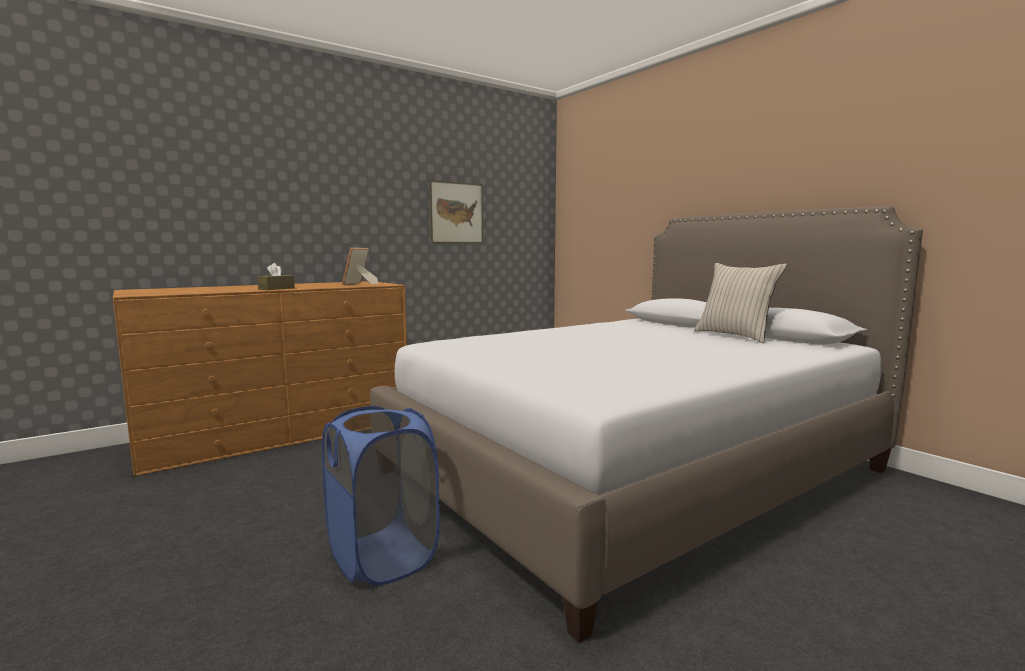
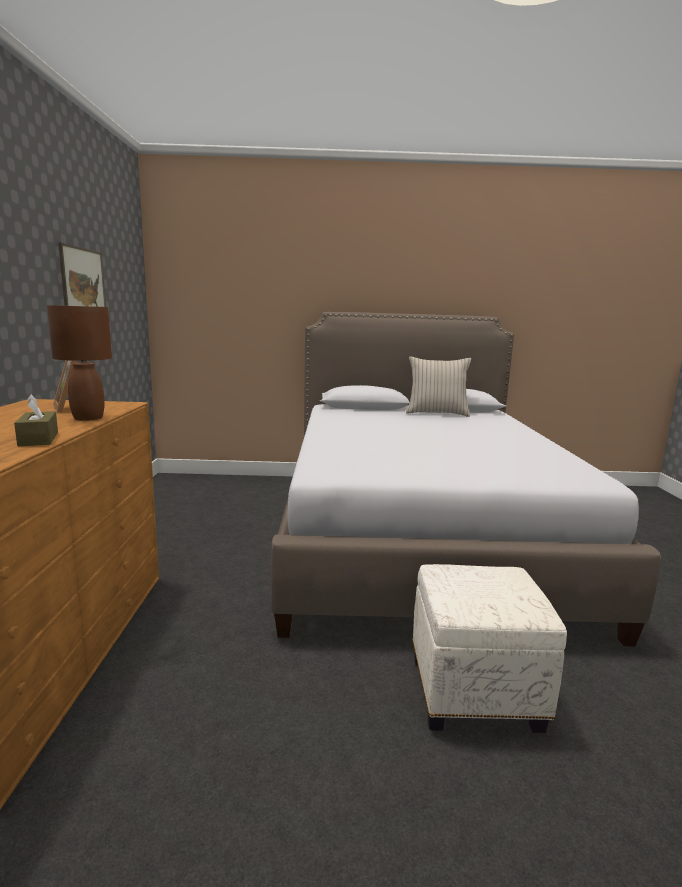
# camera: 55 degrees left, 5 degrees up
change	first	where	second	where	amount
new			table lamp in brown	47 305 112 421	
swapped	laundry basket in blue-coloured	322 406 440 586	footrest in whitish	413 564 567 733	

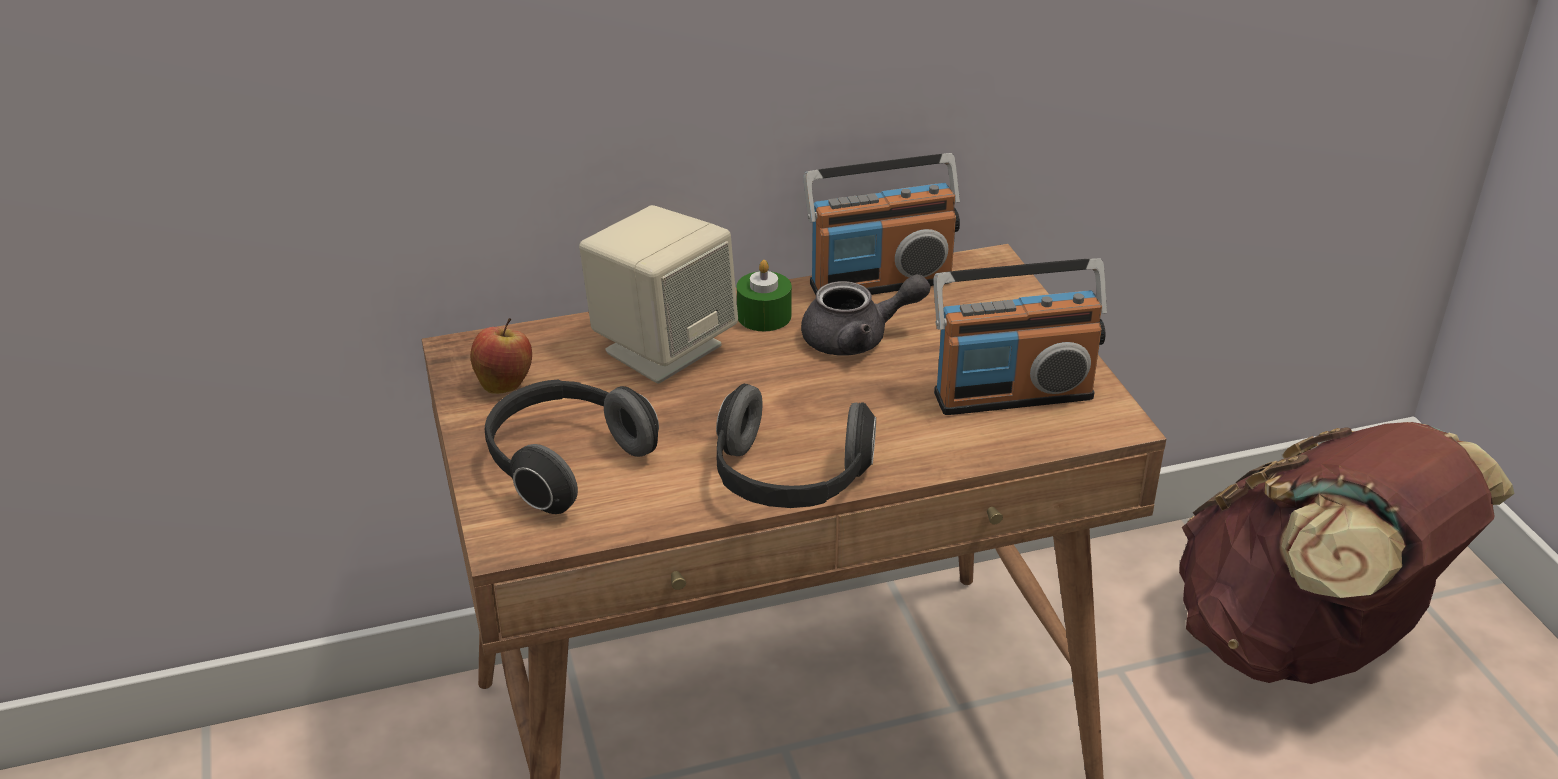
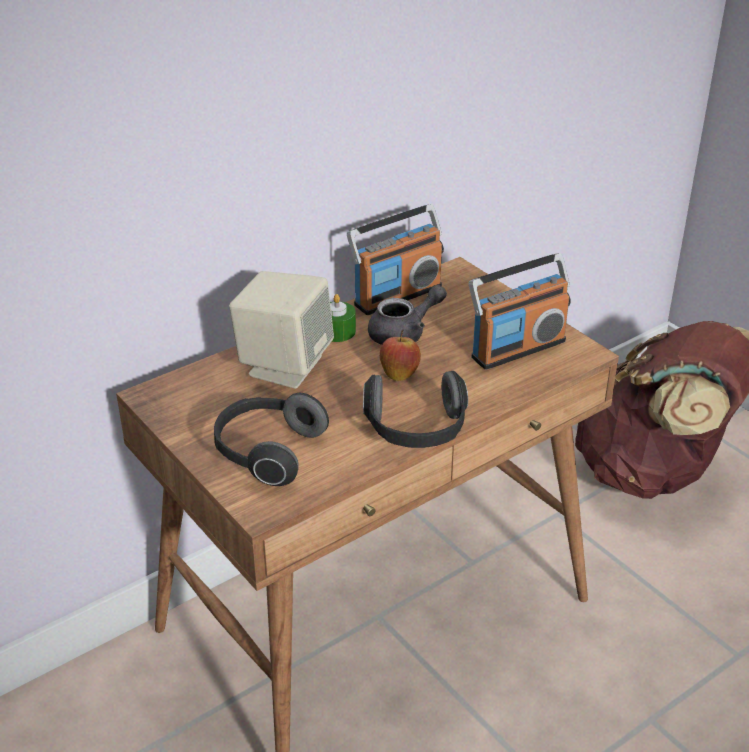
# camera: 20 degrees left, 0 degrees up
change	first	where	second	where	amount
shifted	apple	470 318 532 394		380 329 421 381	

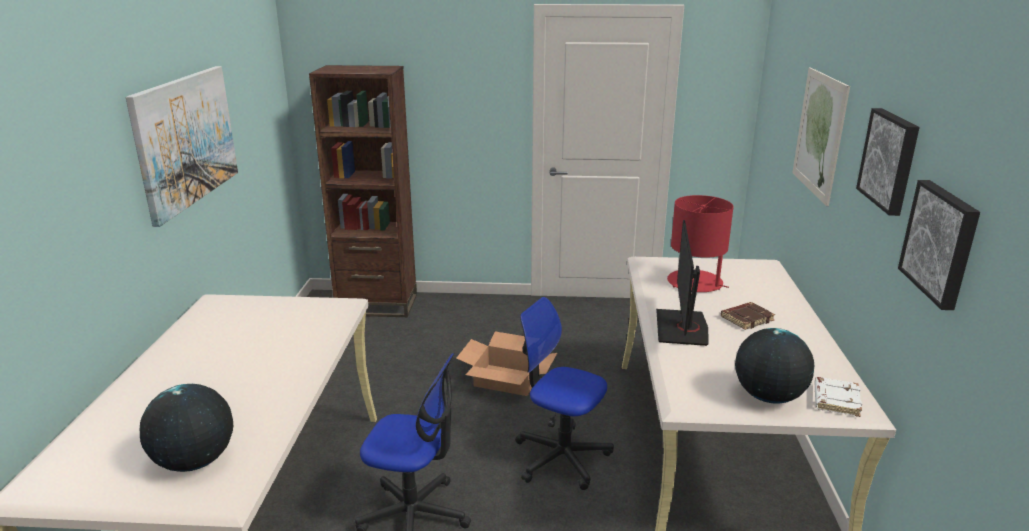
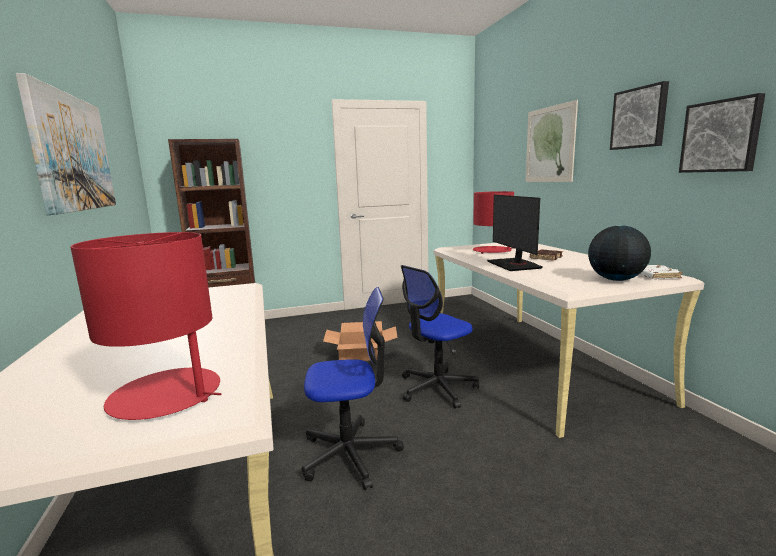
# camera: 20 degrees left, 10 degrees down
change	first	where	second	where	amount
swapped	world globe	140 384 233 472	table lamp in red	70 232 222 420	
rotated	desk chair	515 297 614 490		401 265 479 409	45 degrees counterclockwise

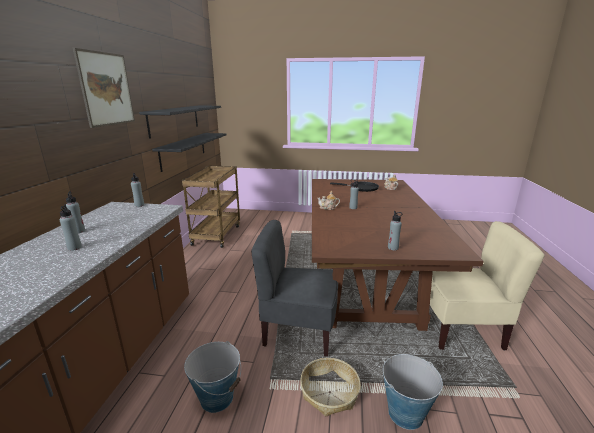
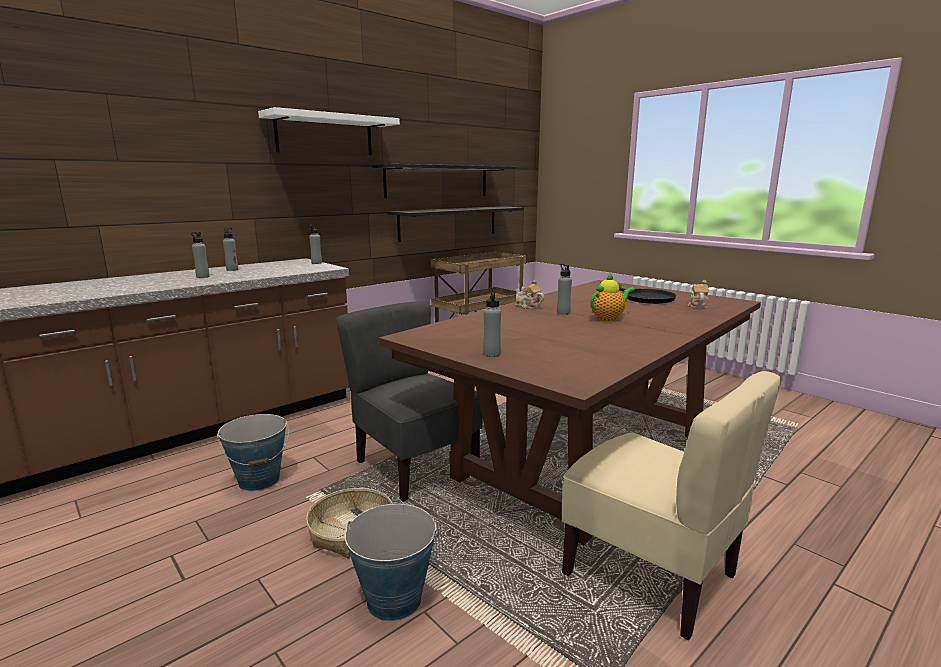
# camera: 40 degrees right, 5 degrees down
change	first	where	second	where	amount
swapped	picture	73 48 135 128	bracket shelf in whitish	258 107 400 155	
new			teapot	590 273 635 321	

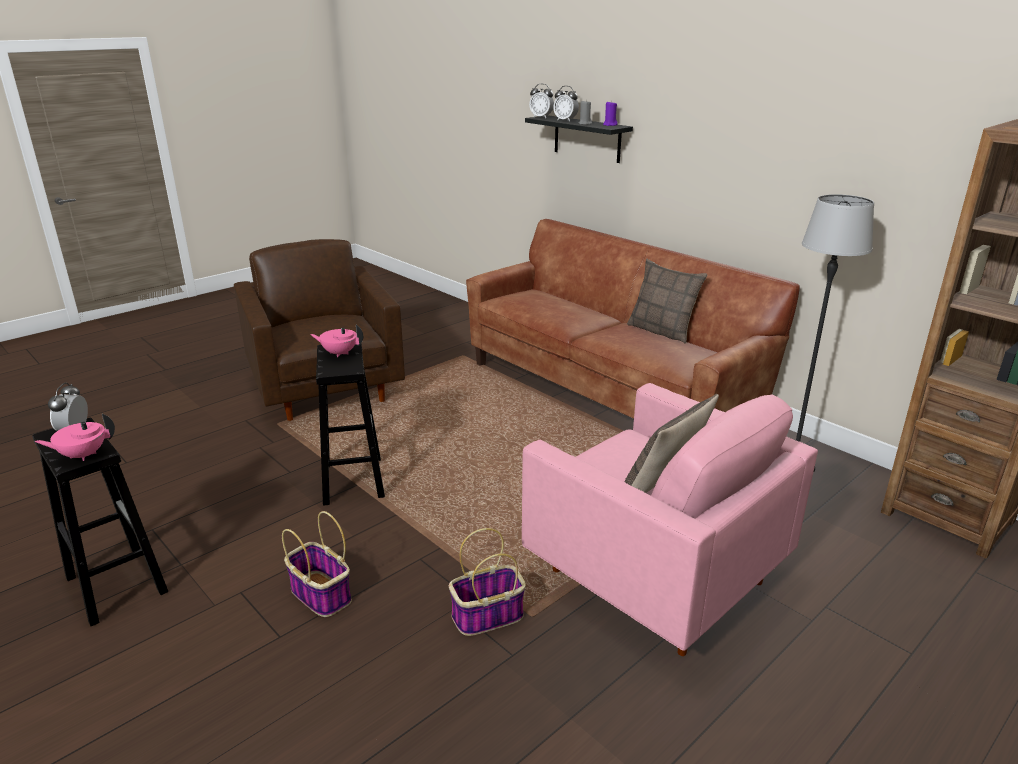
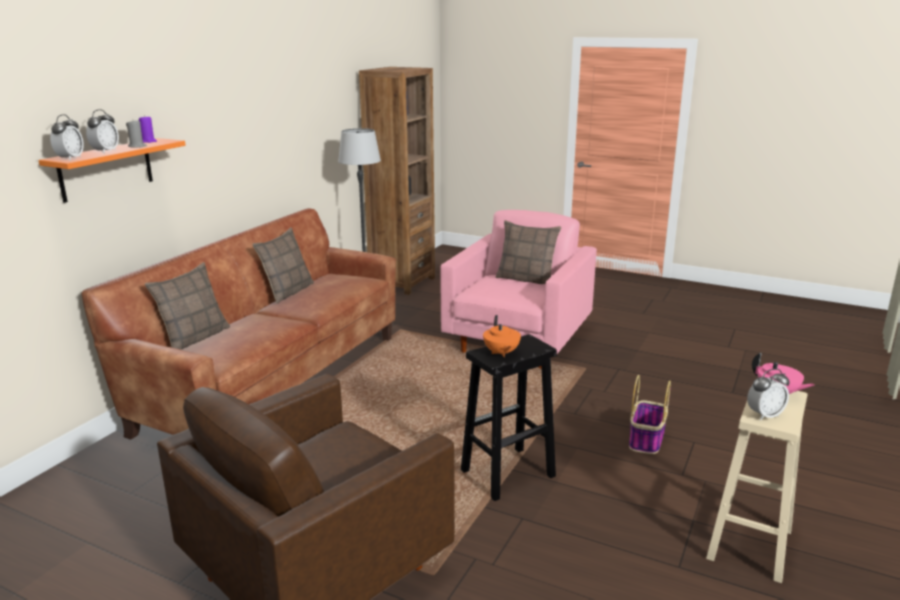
# camera: 110 degrees left, 5 degrees down
change	first	where	second	where	amount
repainted	bracket shelf in black-coloured	525 115 633 163	bracket shelf in orangey	38 138 186 203	
new			throw pillow	145 262 230 350	
repainted	teapot in pink-coloured	310 324 363 357	teapot in orangey	483 315 521 357	
repainted	stool seat in black-coloured	32 418 168 626	stool seat in beige-coloured	706 391 808 583	
gone	basket	449 528 526 636			

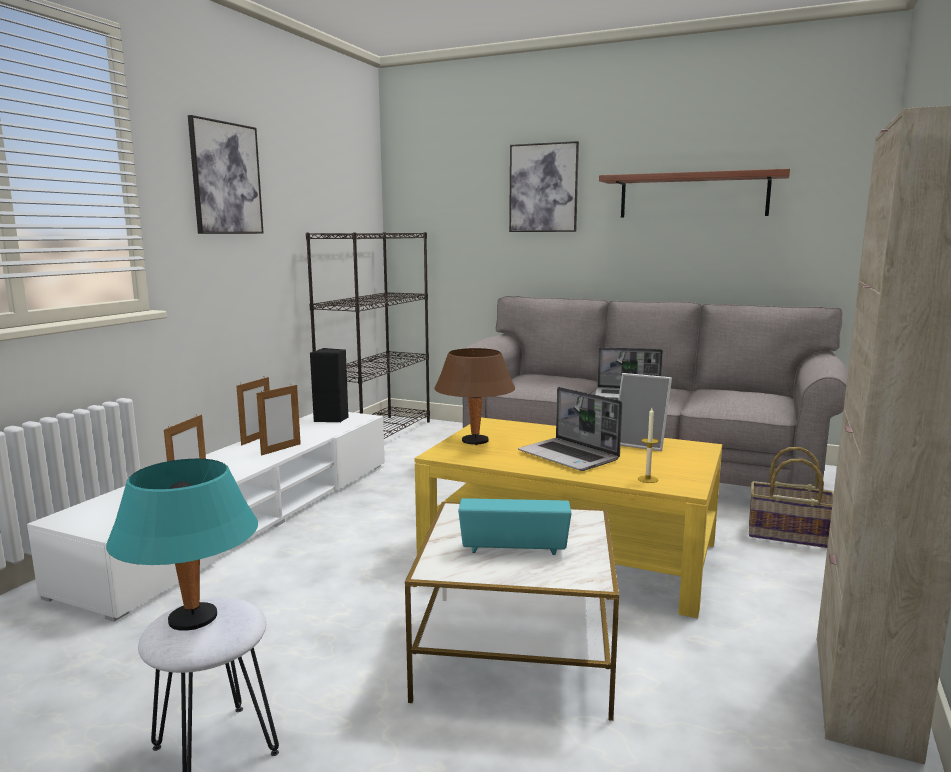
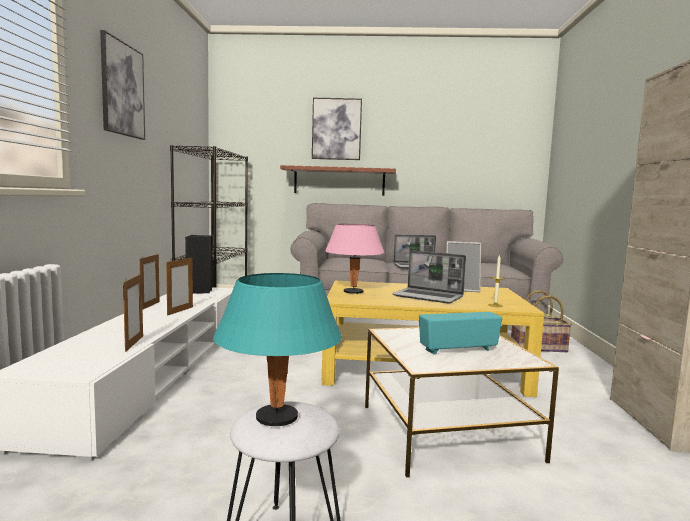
# camera: 20 degrees left, 5 degrees down
change	first	where	second	where	amount
shifted	bracket shelf	599 169 790 218		280 165 396 196	
repainted	table lamp in brown	434 348 515 445	table lamp in pink-coloured	325 224 385 294	

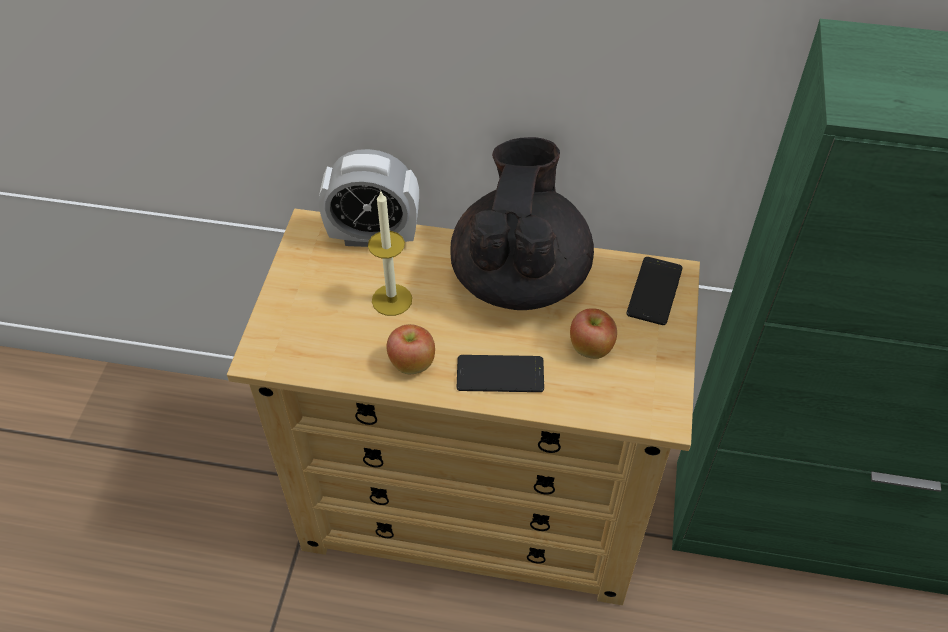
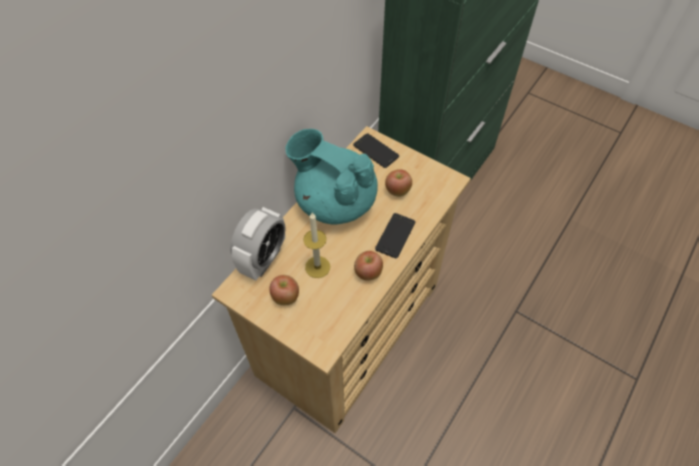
# camera: 65 degrees left, 5 degrees up
change	first	where	second	where	amount
new			apple	269 275 299 305	
repainted	teapot in black-coloured	450 137 594 310	teapot in turquoise	286 129 378 224	

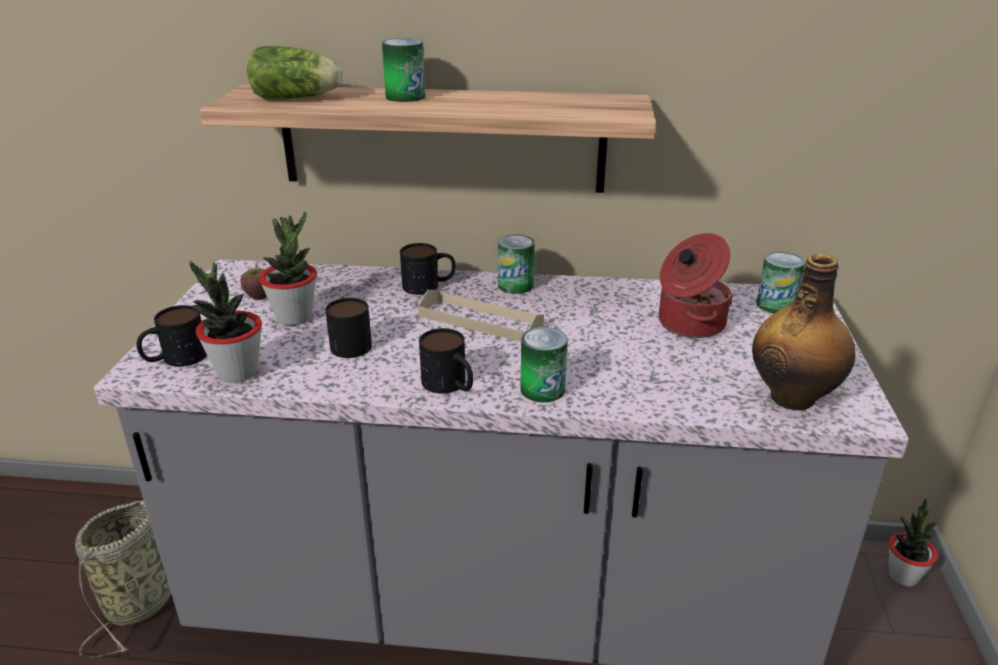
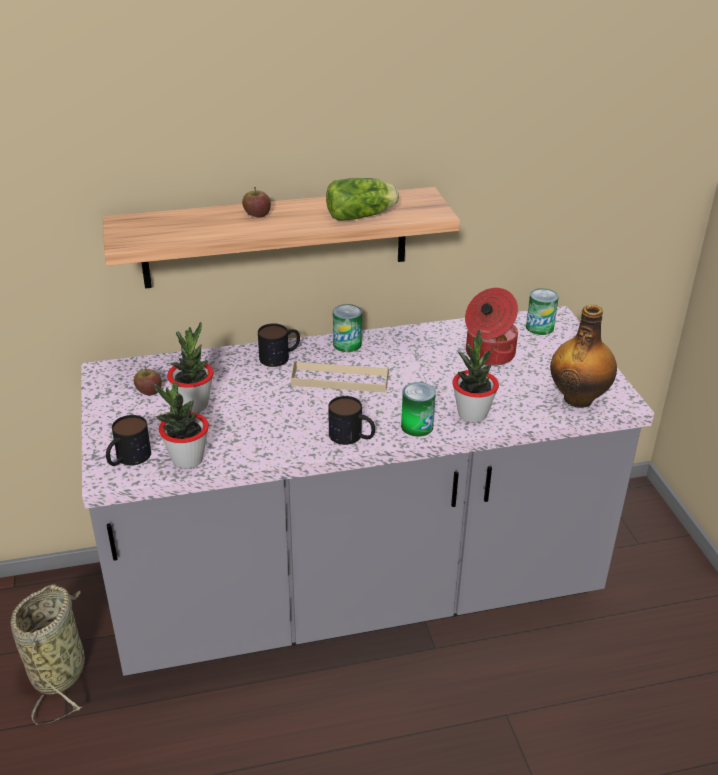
# camera: 20 degrees left, 5 degrees up
change	first	where	second	where	amount
swapped	can	382 38 425 102	apple	242 187 271 218	
shifted	lettuce head	247 46 342 99		326 178 399 220	
shifted	houseplant	889 499 938 587		452 329 499 423	
gone	coffee mug	325 298 372 358			

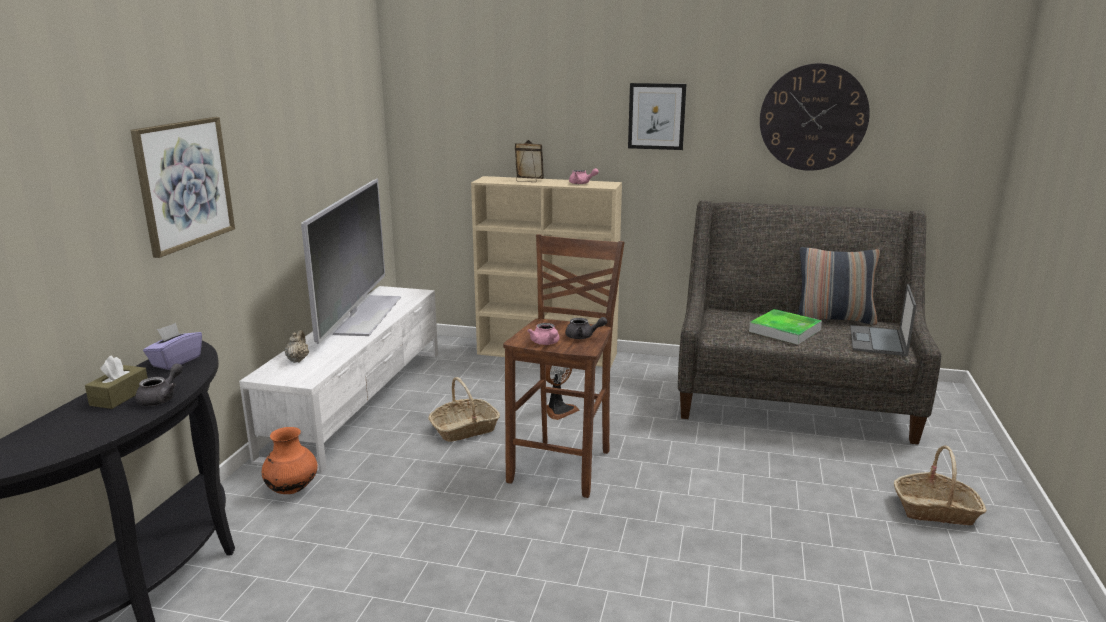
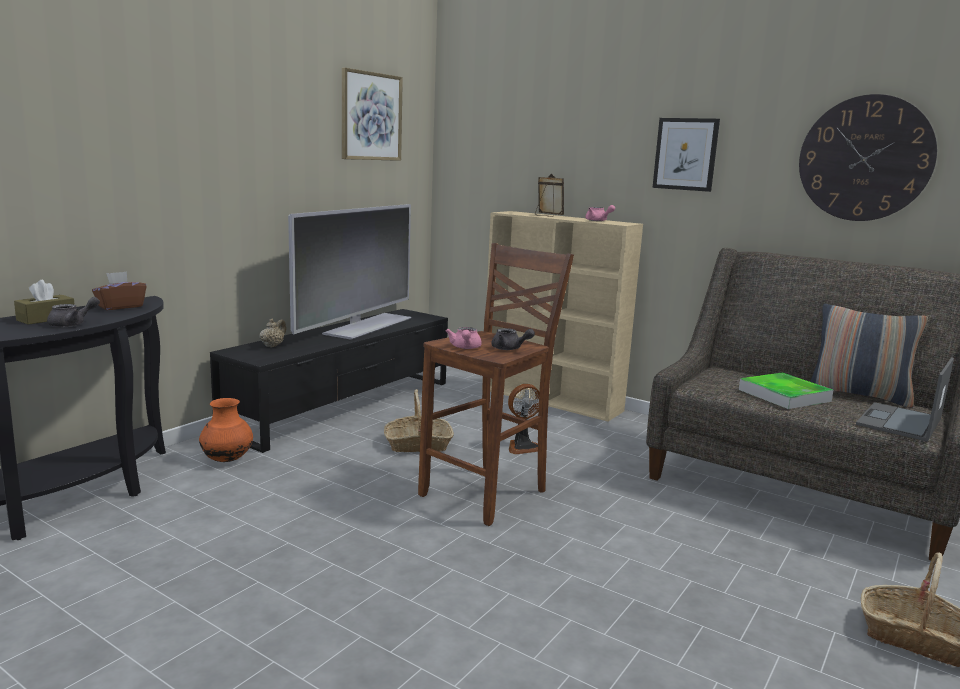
# camera: 20 degrees right, 5 degrees down
change	first	where	second	where	amount
repainted	box of tissues in purplish	143 323 202 370	box of tissues in brown	92 271 147 310	
repainted	media console in whitish	239 286 438 473	media console in black-coloured	210 309 448 453	
shifted	picture	130 117 235 258		342 68 403 161	

